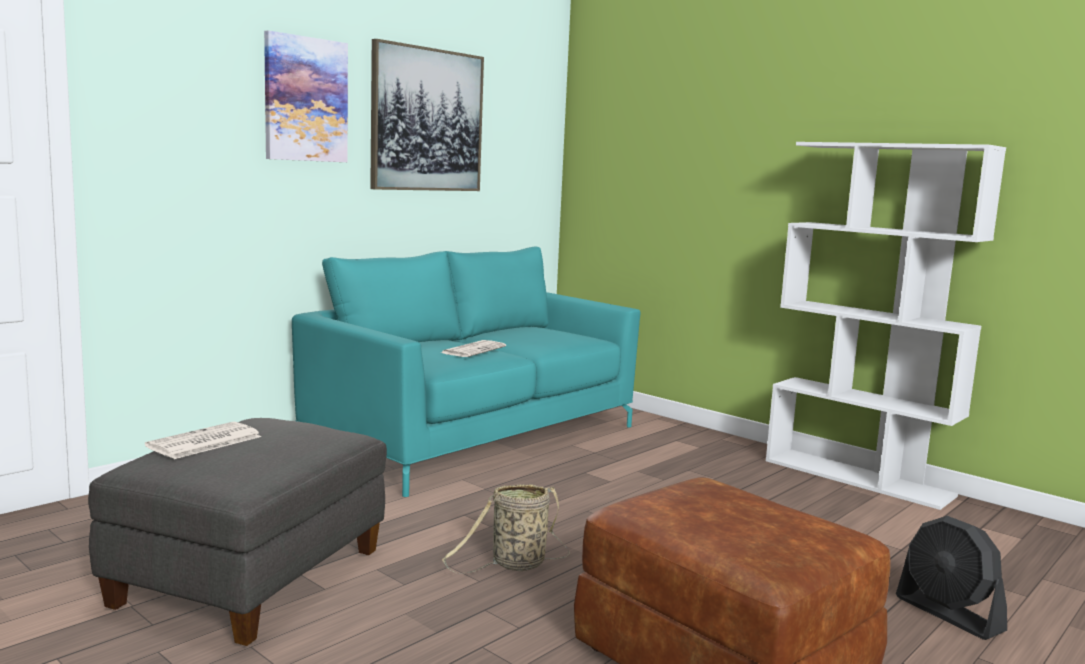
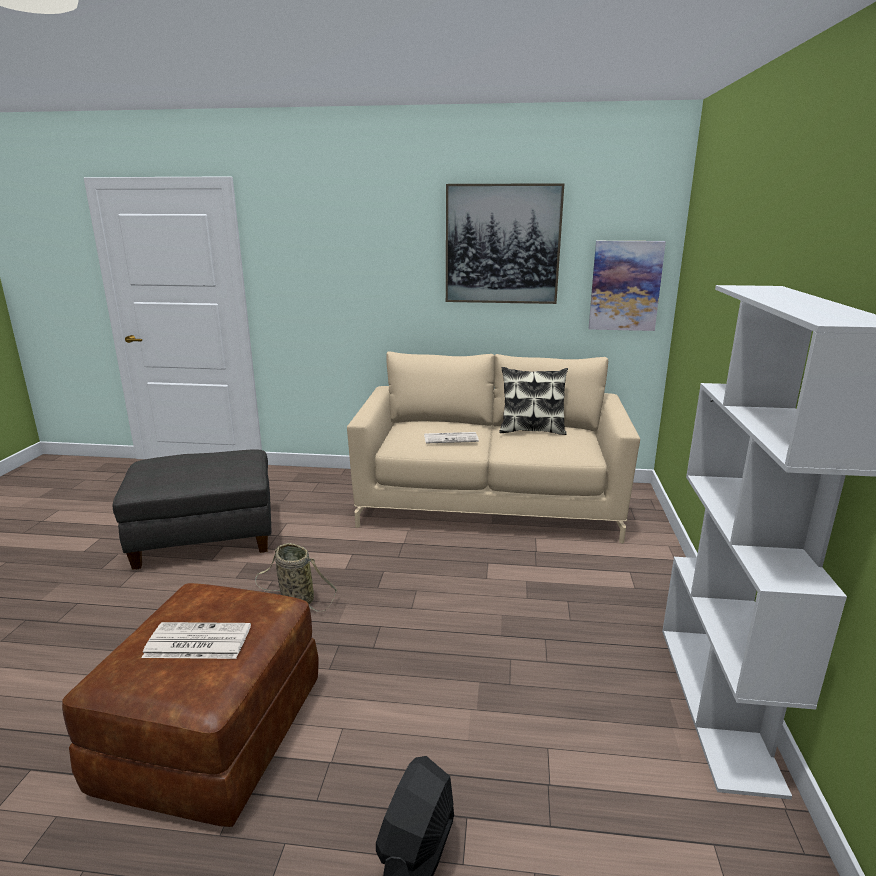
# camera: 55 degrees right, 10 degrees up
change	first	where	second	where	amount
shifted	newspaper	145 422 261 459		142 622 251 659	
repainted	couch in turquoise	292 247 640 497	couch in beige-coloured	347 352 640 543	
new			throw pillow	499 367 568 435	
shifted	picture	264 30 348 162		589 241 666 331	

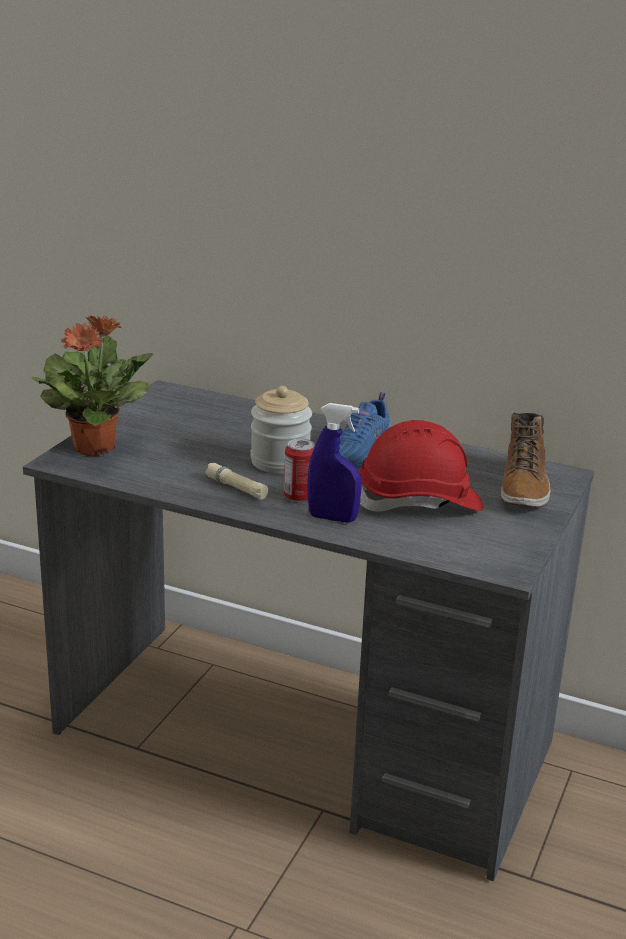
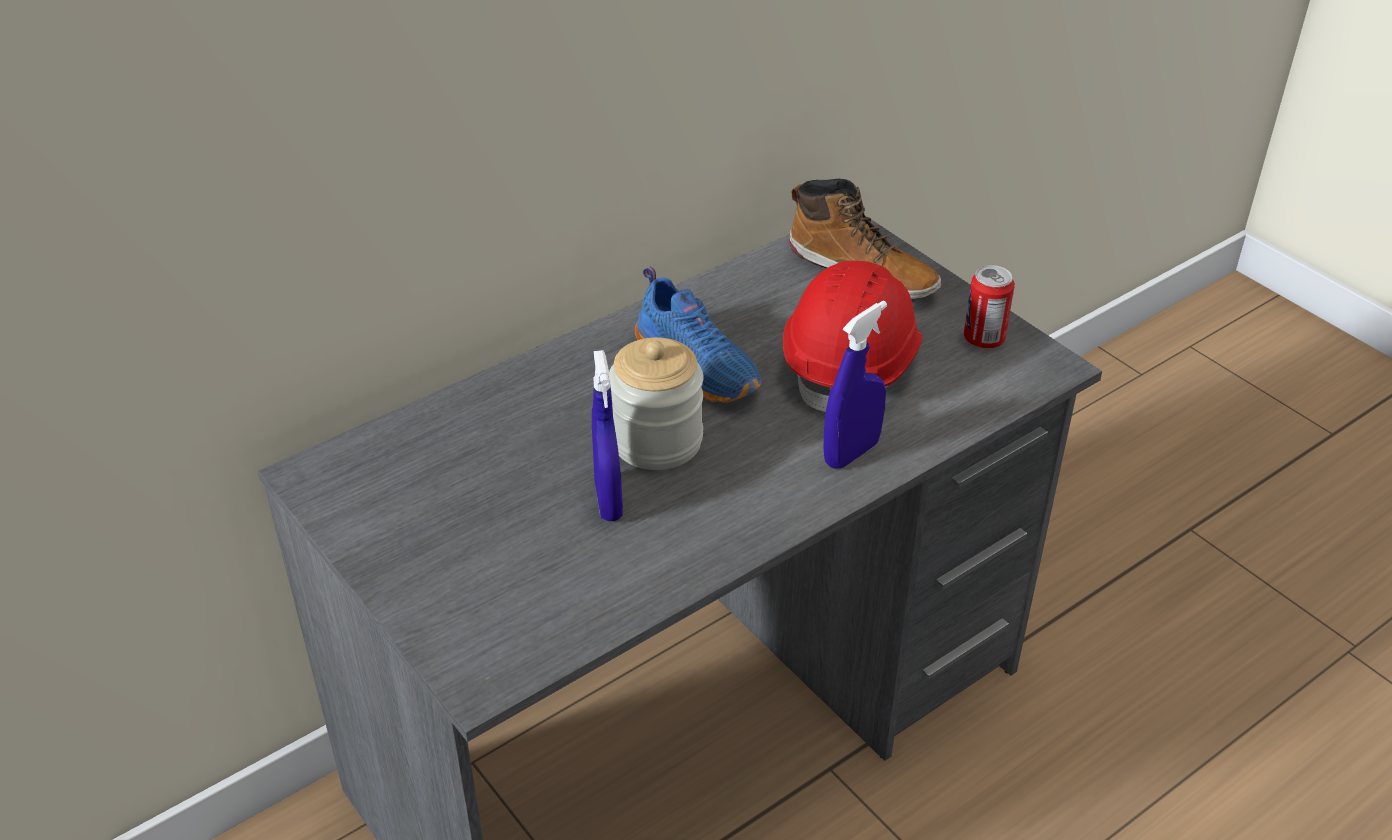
# camera: 60 degrees left, 15 degrees up
change	first	where	second	where	amount
new			hand sprayer in blue-coloured	592 350 623 521	
shifted	can	284 438 315 502		964 265 1015 348	
gone	houseplant	31 315 154 456			
gone	torch in beige-coloured	205 463 268 500			

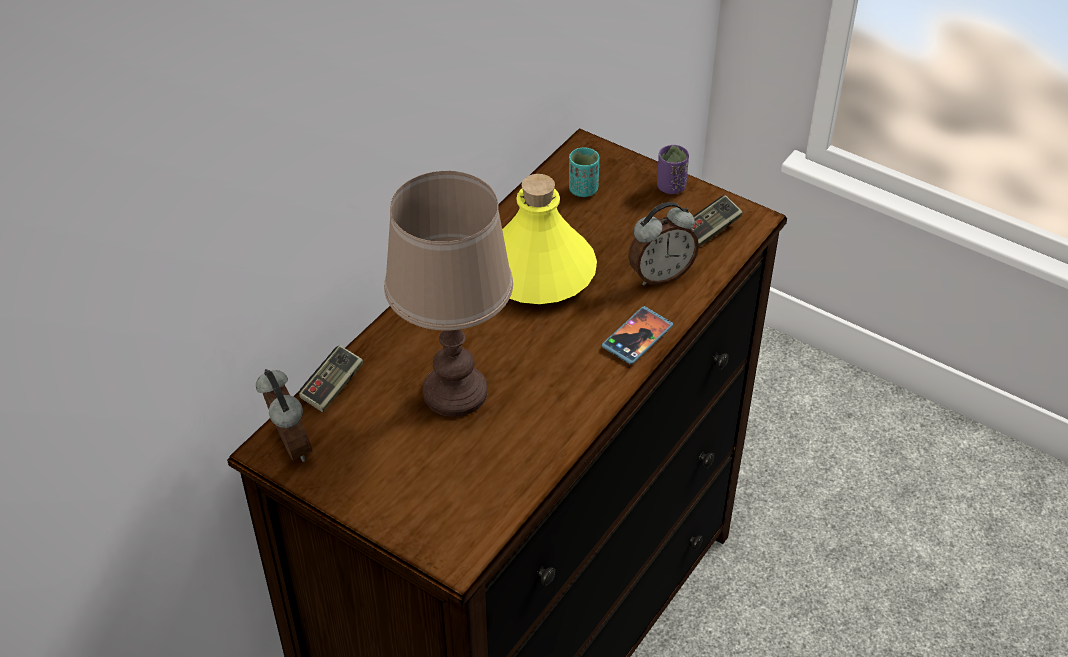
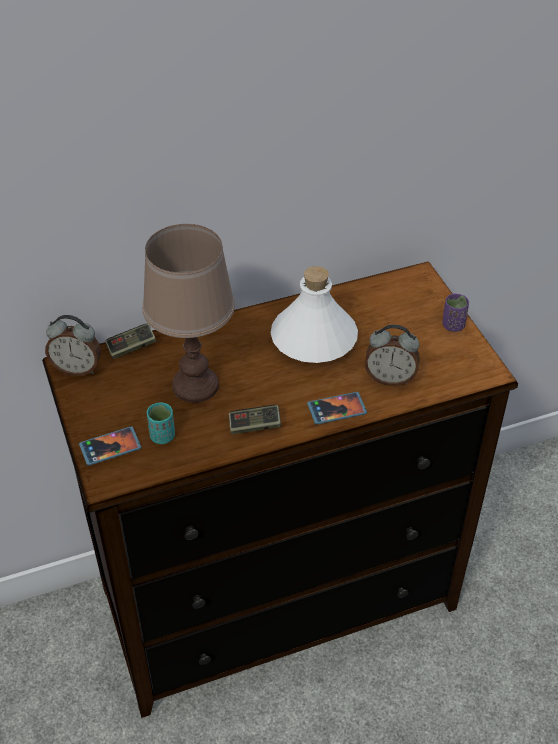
# camera: 35 degrees right, 0 degrees up
change	first	where	second	where	amount
rotated	table clock	256 369 313 462		45 315 101 376	90 degrees clockwise
new			phone	79 426 142 466	
shifted	cup in turquoise	569 148 599 197		147 402 175 444	
shifted	joypad	691 195 743 247		229 405 281 434	
repainted	drink bottle in yellow-coloured	502 174 597 304	drink bottle in whitish	271 266 358 363	

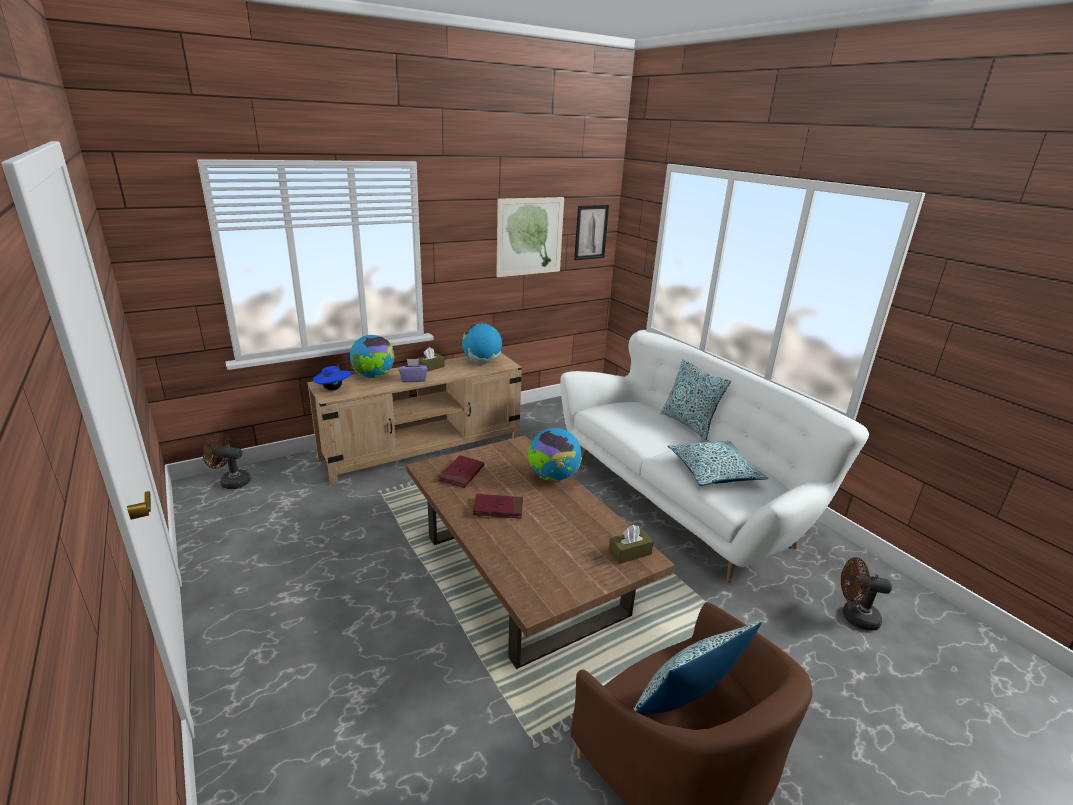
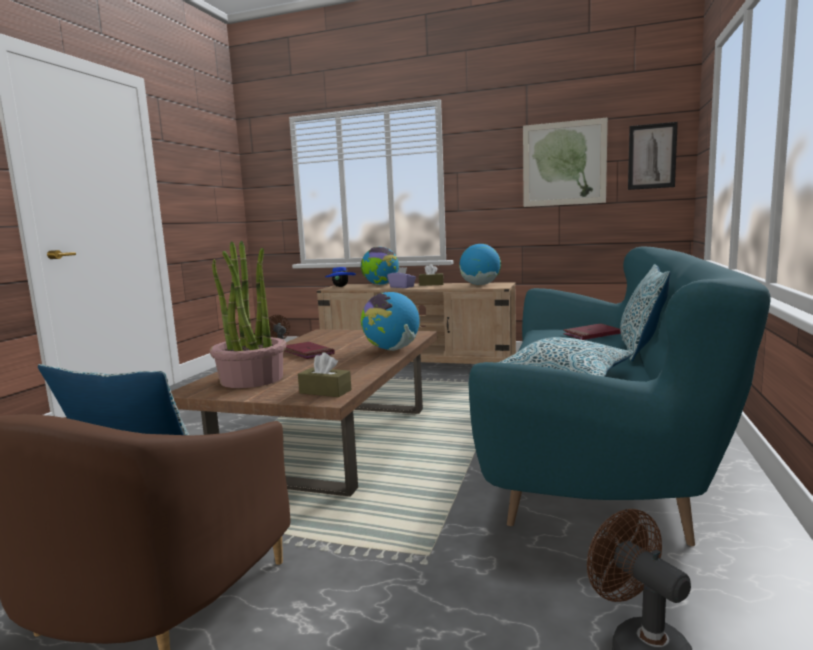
# camera: 50 degrees right, 15 degrees down
change	first	where	second	where	amount
new			houseplant	210 241 286 388	
repainted	couch in whitish	560 331 869 583	couch in turquoise	469 247 771 546	
shifted	bound book in red	438 455 485 488		563 323 621 340	

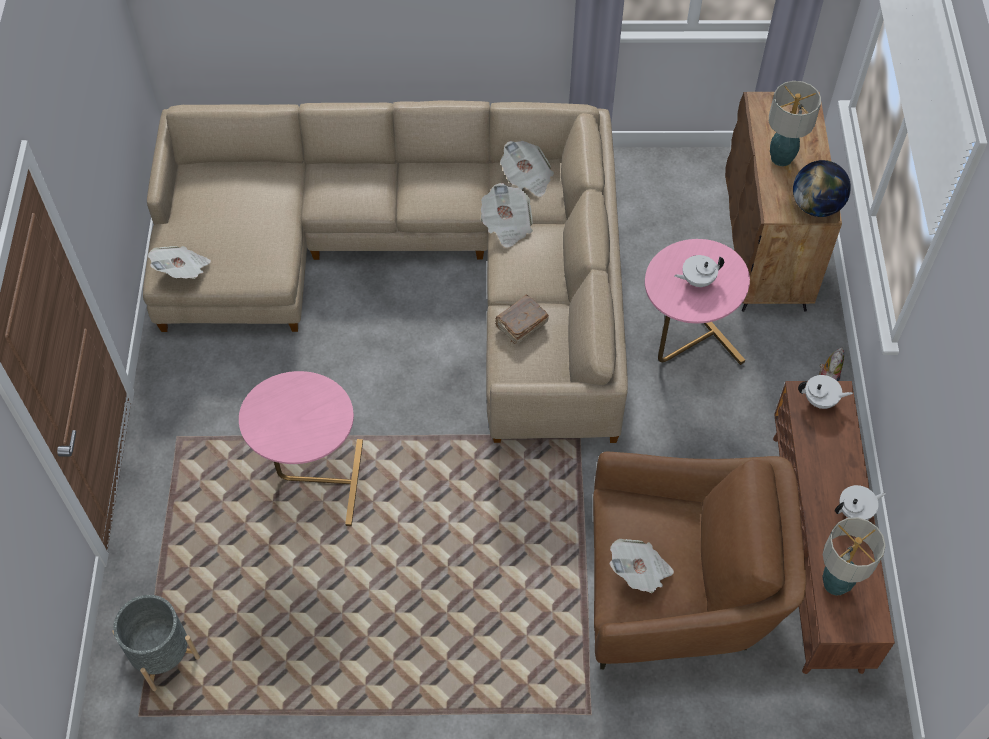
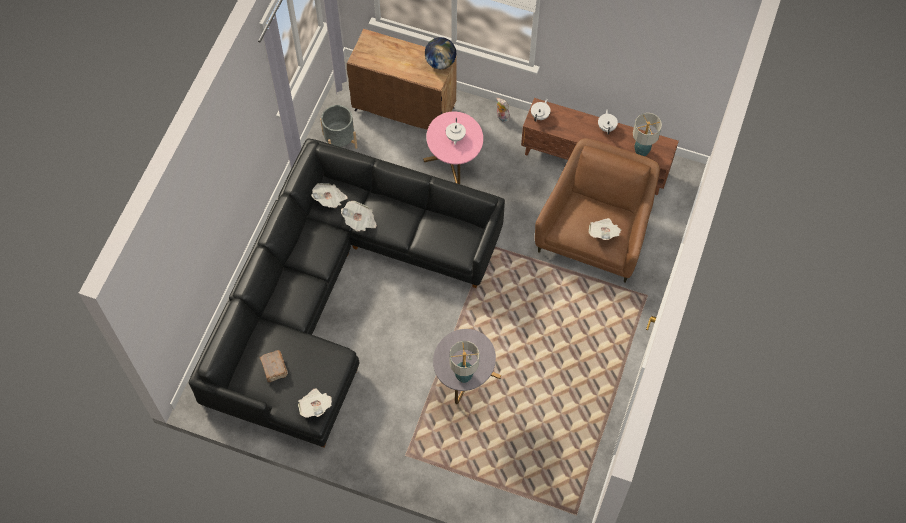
# camera: 70 degrees left, 5 degrees up
change	first	where	second	where	amount
repainted	couch in beige-coloured	143 100 628 443	couch in black-coloured	189 139 505 448	
shifted	bound book in brown	495 294 549 344		259 350 288 382	
shifted	plant pot in grey	112 595 200 691		320 105 357 149	
repainted	side table in pink-coloured	239 371 363 526	side table in grey	433 329 501 404	
shifted	table lamp	769 81 821 166		449 341 480 383	

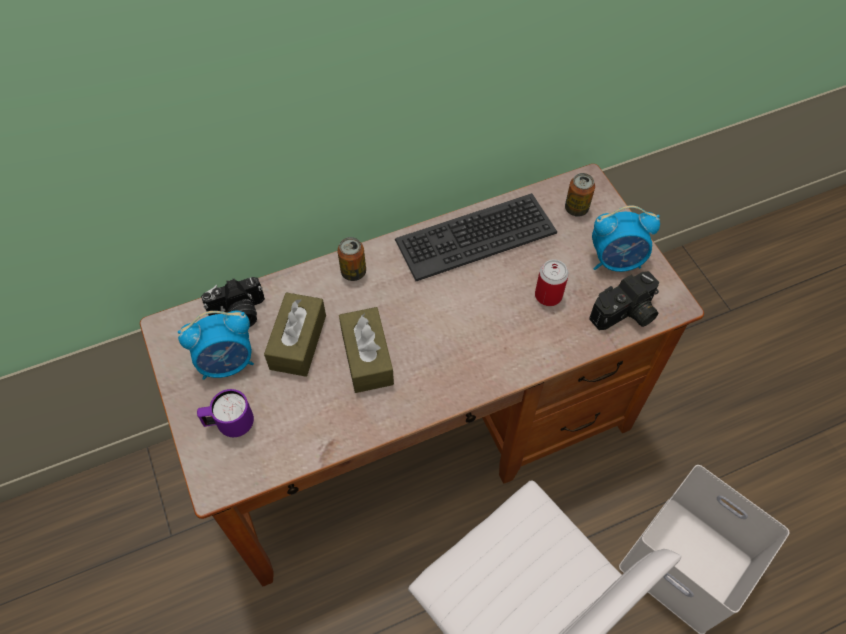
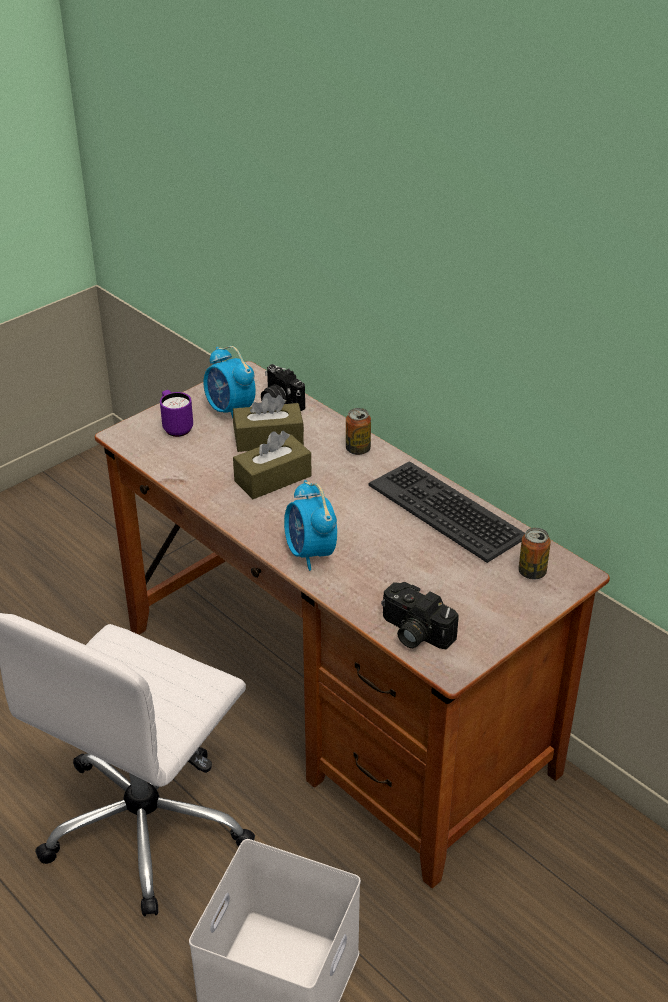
# camera: 70 degrees right, 20 degrees down
change	first	where	second	where	amount
shifted	table clock	592 205 660 272		284 480 337 571	
gone	can	535 260 569 306			

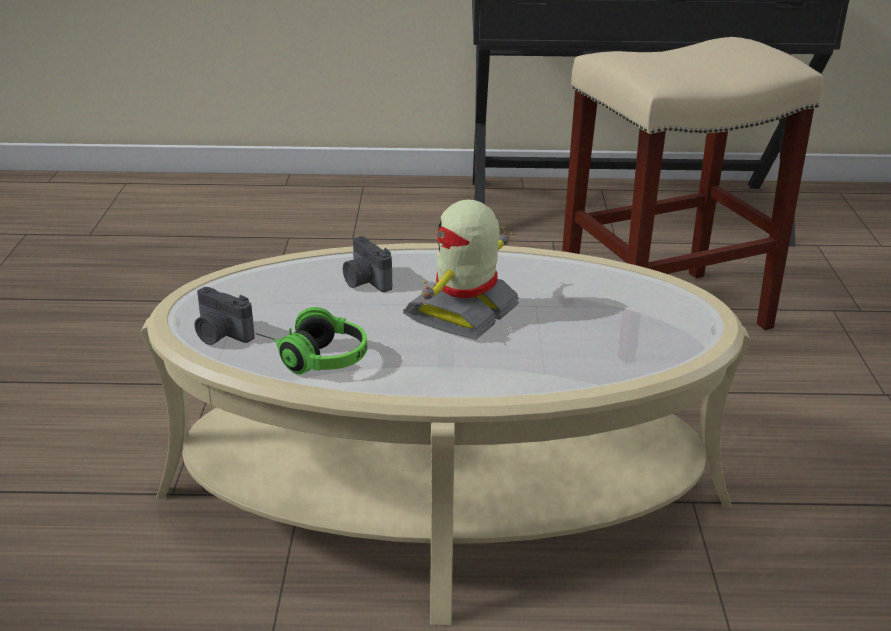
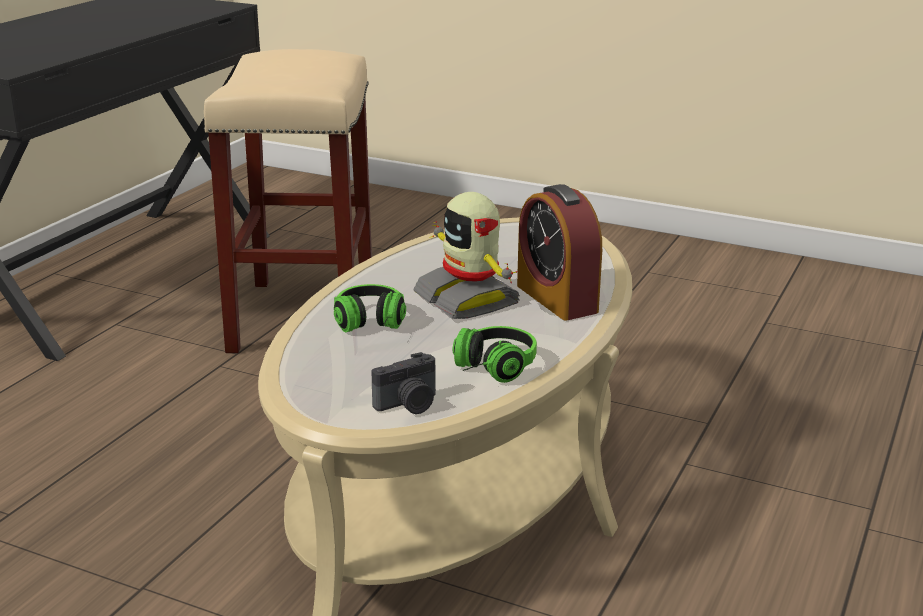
# camera: 65 degrees left, 5 degrees down
change	first	where	second	where	amount
swapped	still camera	343 236 392 292	headphones	334 284 406 332	
new			table clock	517 184 602 321	

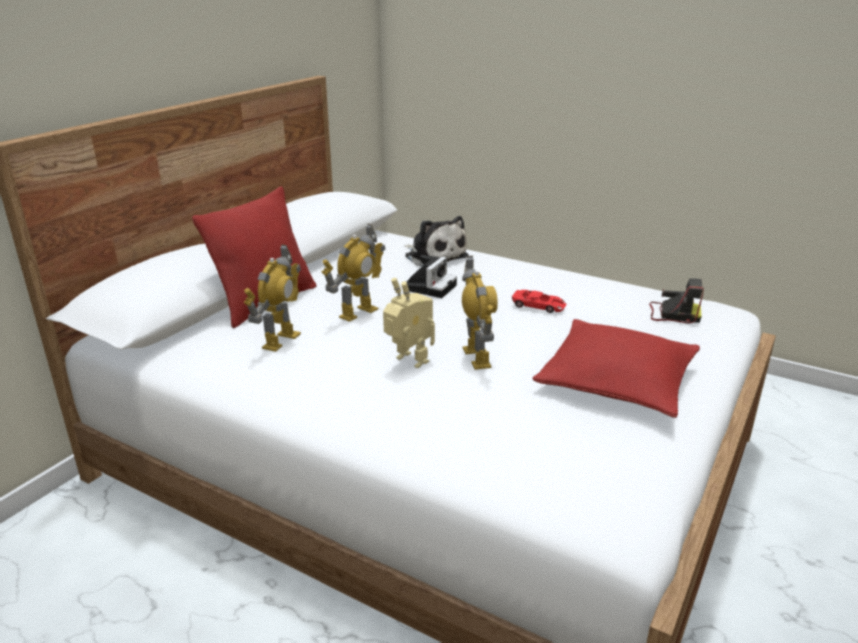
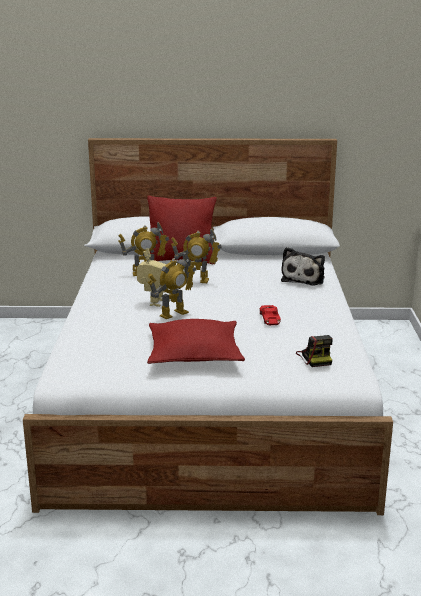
# camera: 60 degrees right, 5 degrees down
change	first	where	second	where	amount
gone	still camera	406 255 457 298			

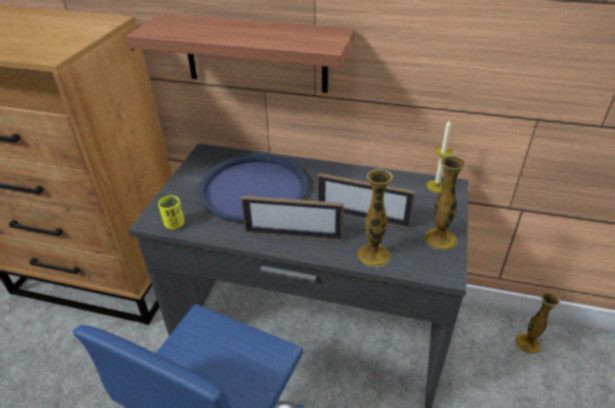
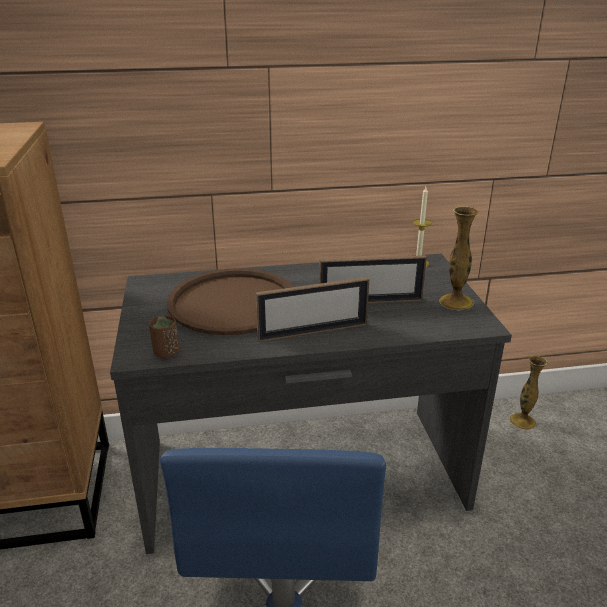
# camera: 25 degrees left, 10 degrees down
change	first	where	second	where	amount
repainted	cup in yellow-coloured	158 195 185 229	cup in brown	149 315 179 359	
repainted	serving tray in blue-coloured	198 154 308 223	serving tray in brown	167 268 295 335	
gone	bracket shelf	126 14 355 93			
gone	flower vase	357 169 393 268			

